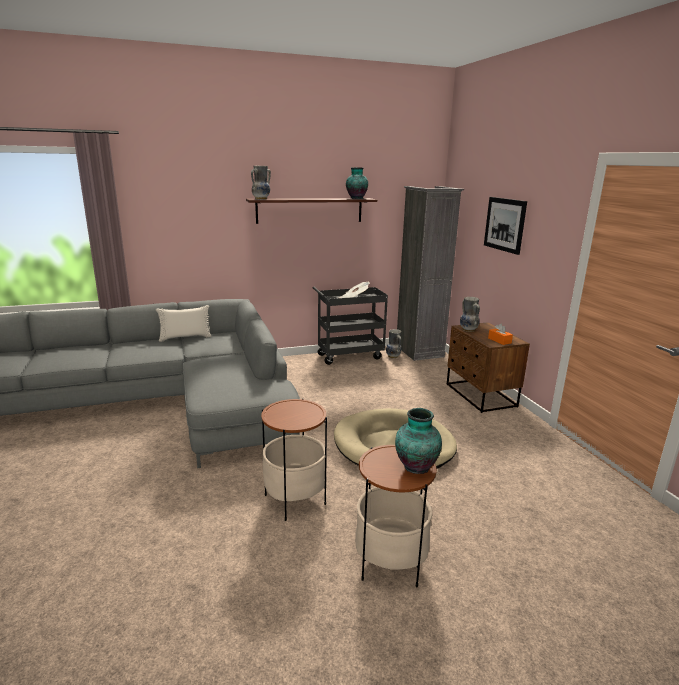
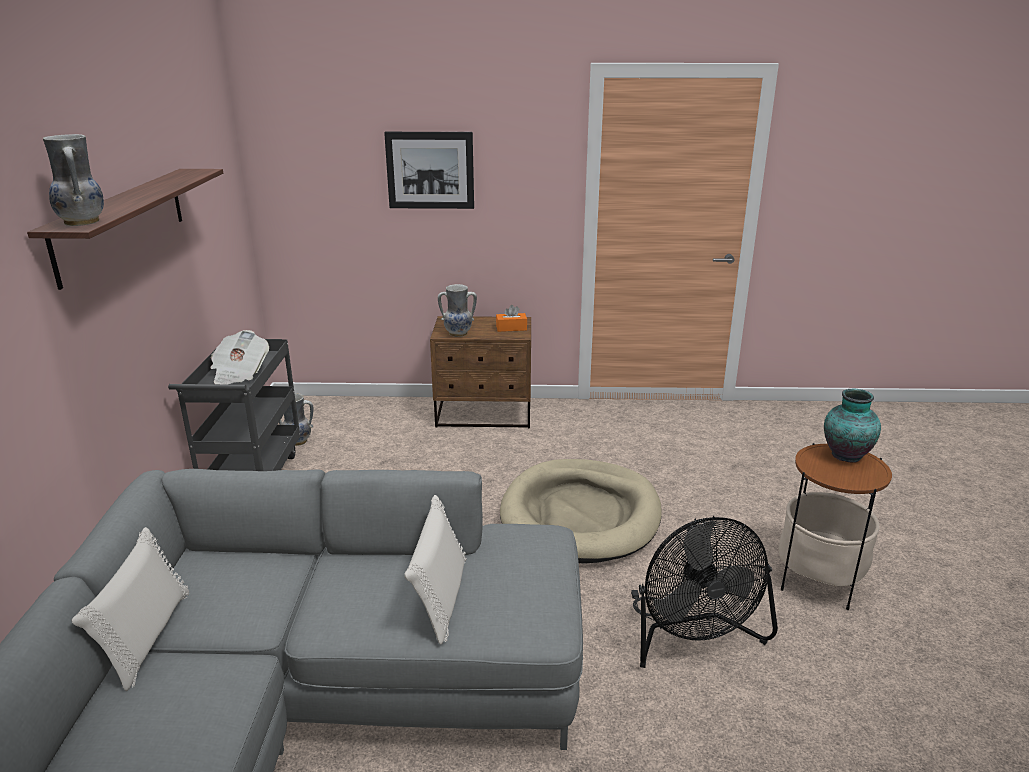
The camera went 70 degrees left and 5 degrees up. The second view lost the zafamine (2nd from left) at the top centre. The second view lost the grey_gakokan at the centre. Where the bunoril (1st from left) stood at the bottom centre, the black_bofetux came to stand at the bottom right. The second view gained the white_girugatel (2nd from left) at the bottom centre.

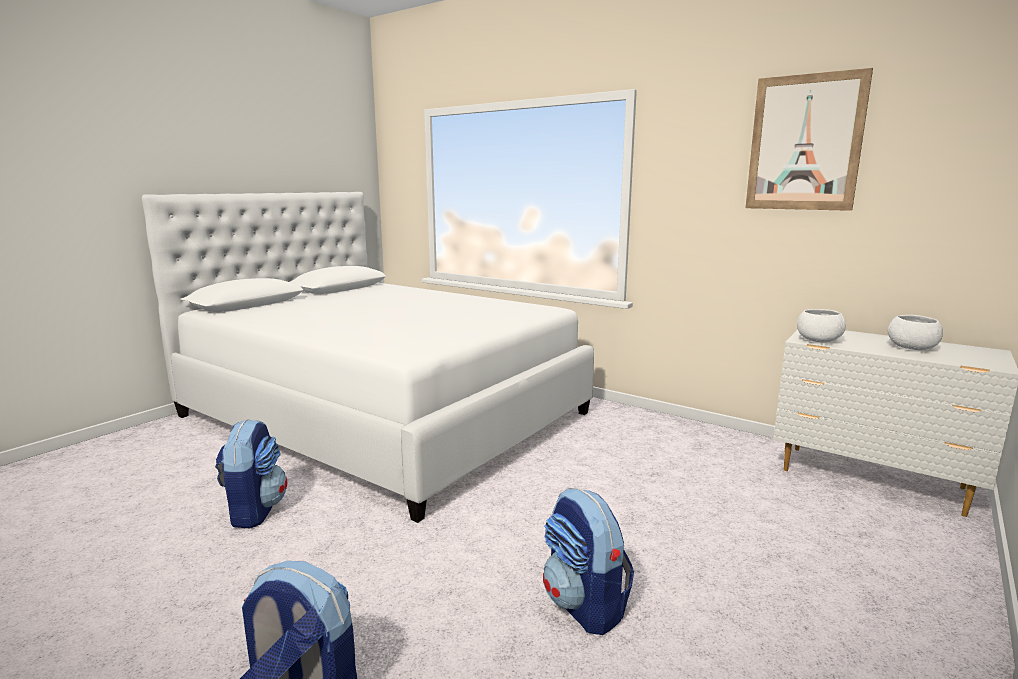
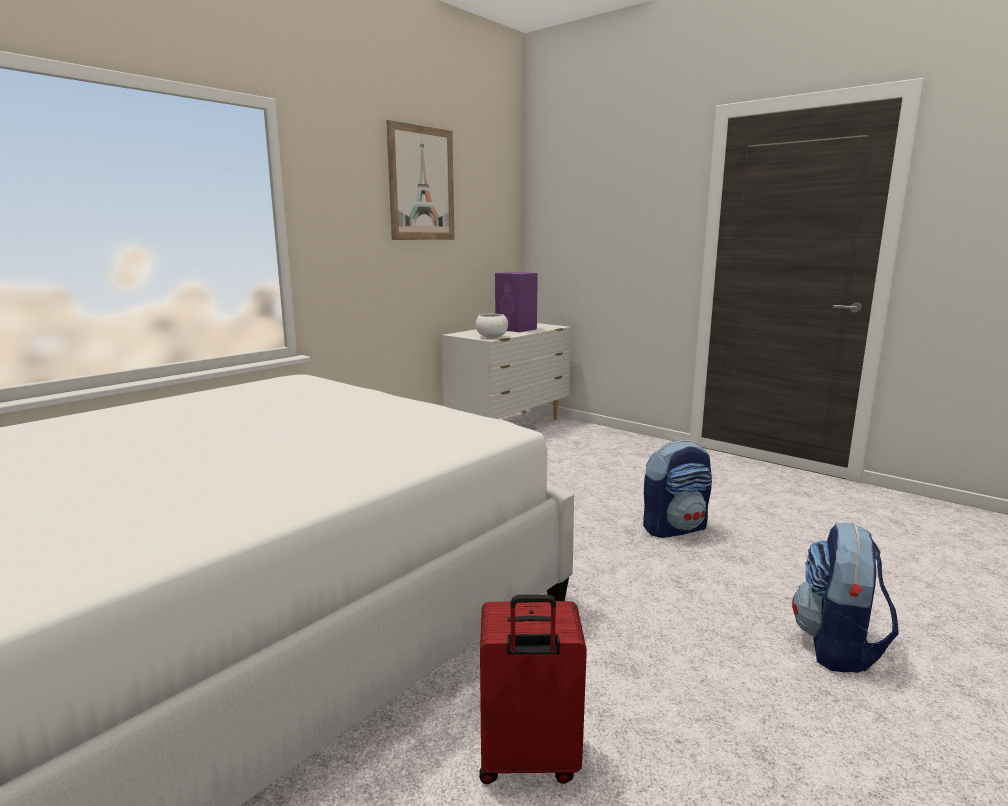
The camera went 85 degrees left and 0 degrees up. Where the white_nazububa (2nd from left) stood at the middle right, the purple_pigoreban came to stand at the centre. Where the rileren (1st from left) stood at the bottom left, the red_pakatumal came to stand at the bottom centre.

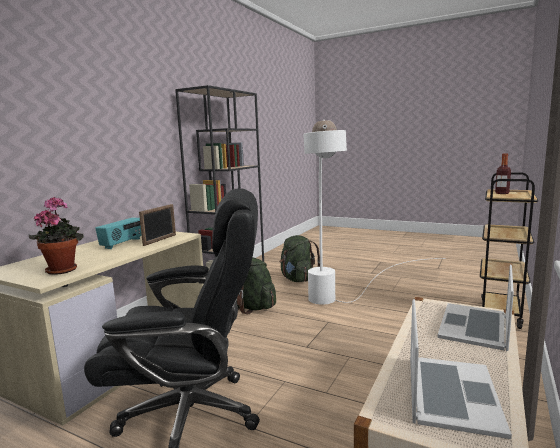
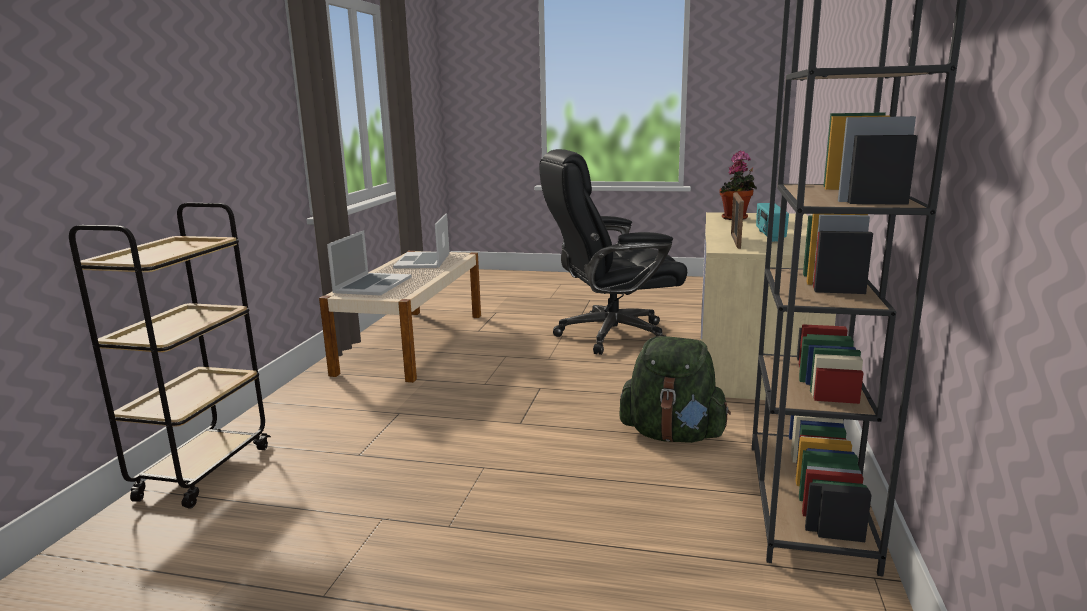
The camera went 165 degrees right and 5 degrees up. The second view lost the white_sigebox at the middle right. The second view lost the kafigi at the middle right. The second view lost the green_rileren (2nd from left) at the centre.

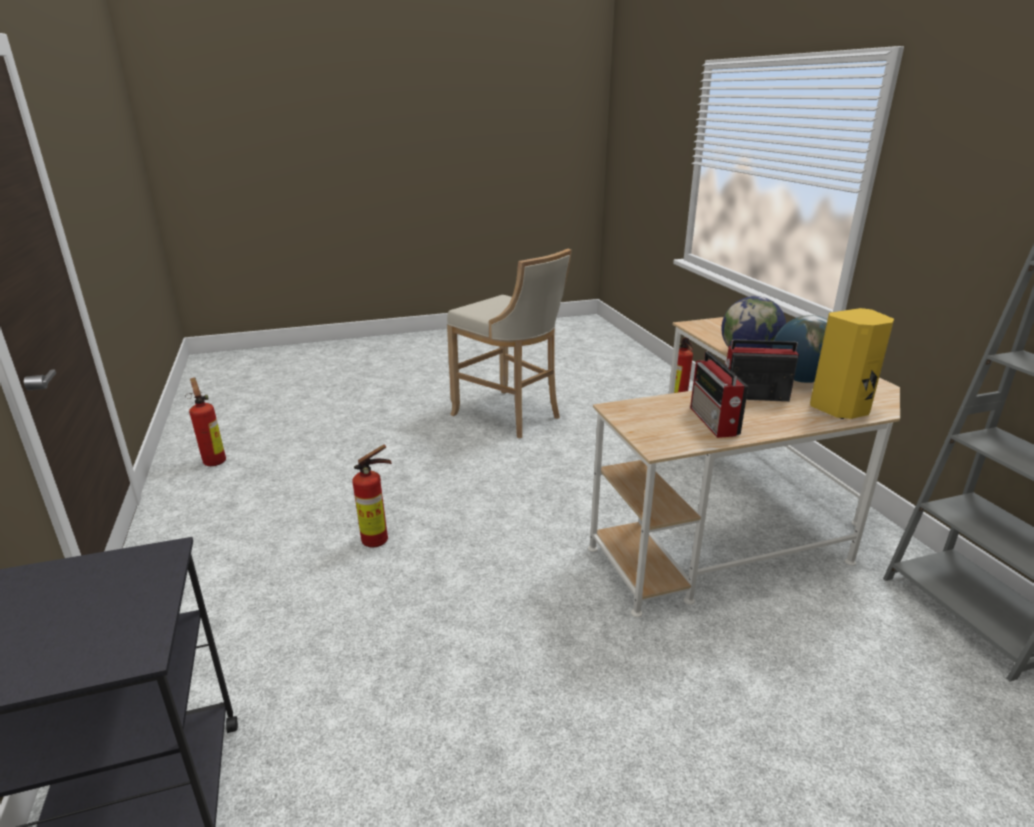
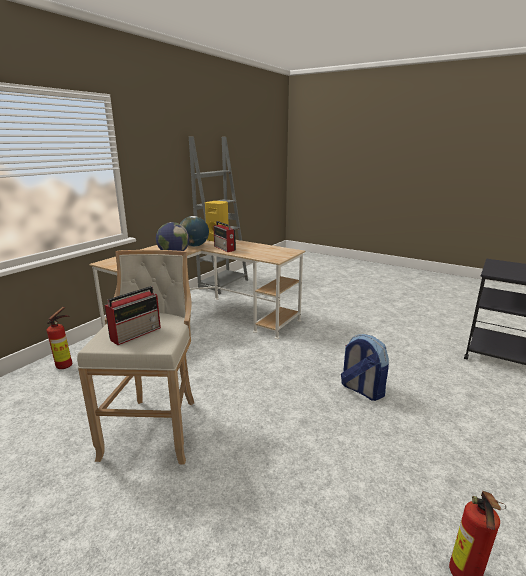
The camera went 130 degrees left and 5 degrees down. The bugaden (1st from left) ended up elsewhere, having gone from the middle right to the middle left. Where the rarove (2nd from left) stood at the centre, the rileren came to stand at the middle right.

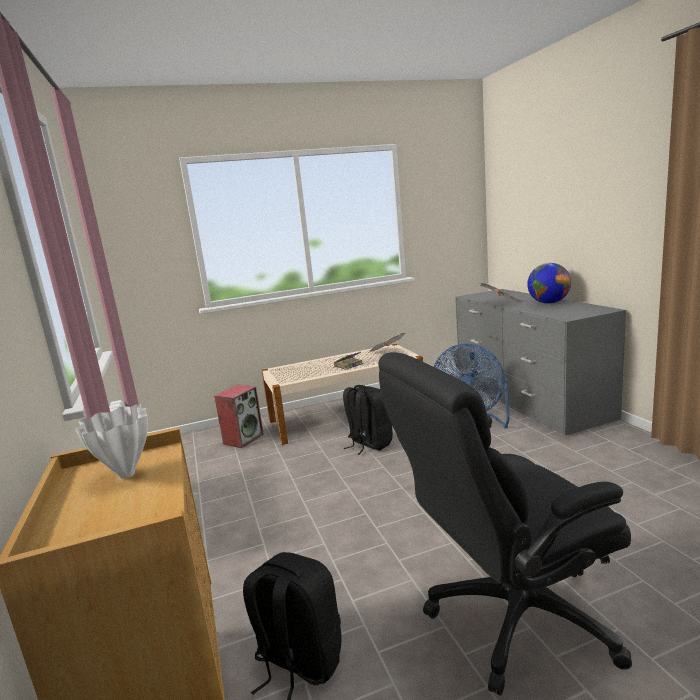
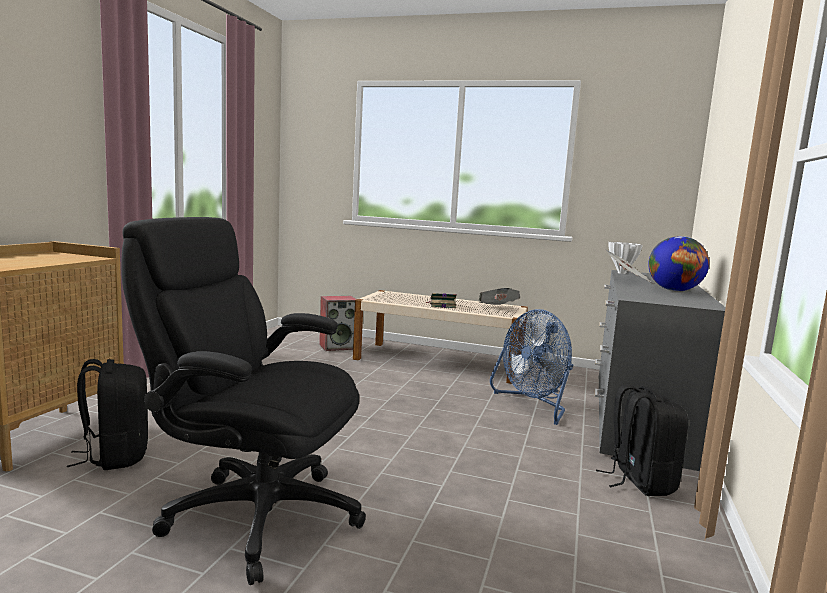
The camera went 35 degrees right and 5 degrees down. The black_rileren (2nd from left) ended up elsewhere, having gone from the centre to the bottom right. The white_zafamine ended up elsewhere, having gone from the middle left to the middle right.

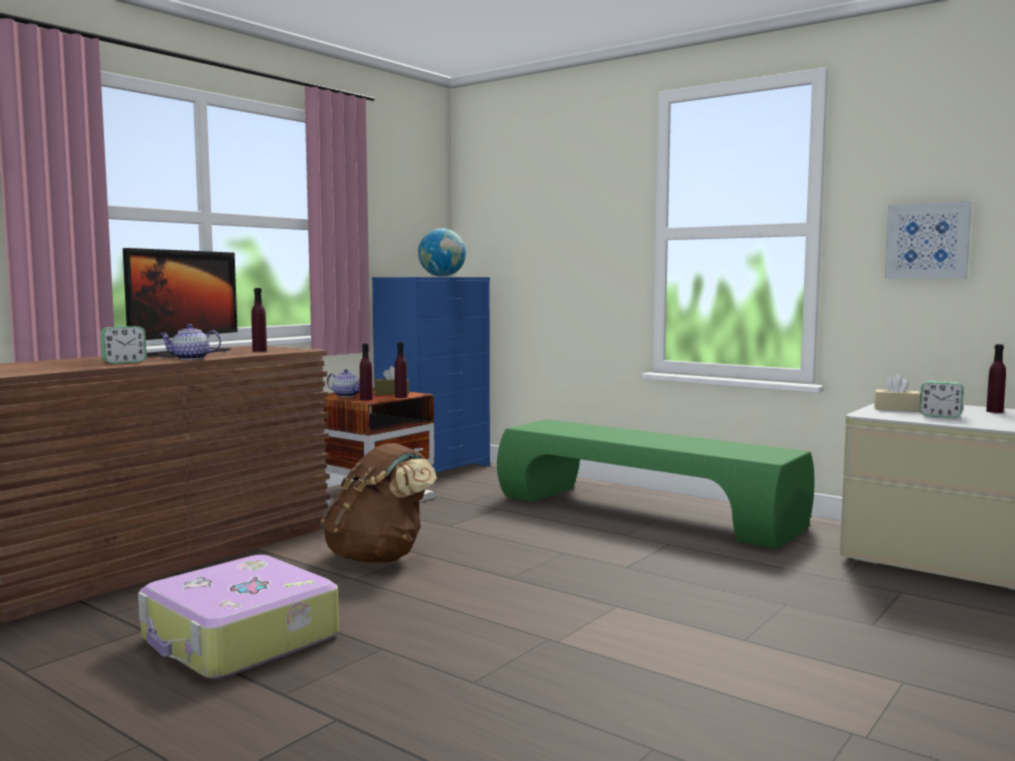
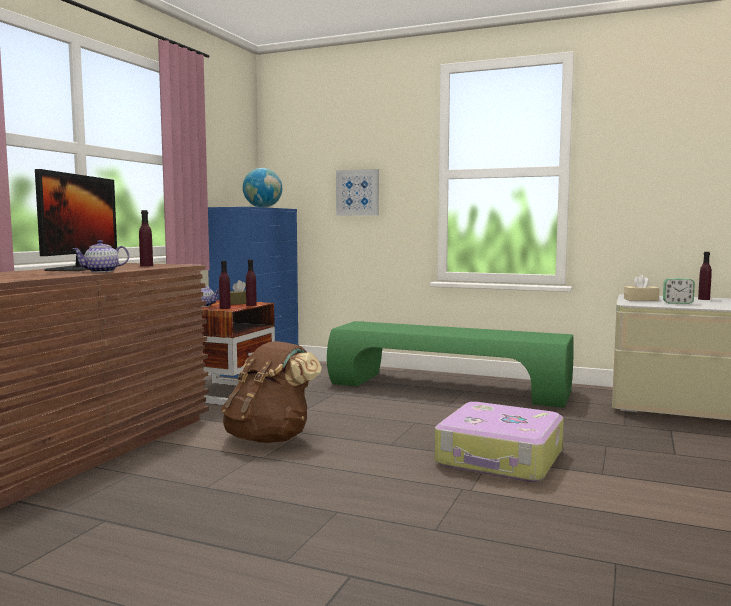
The camera went 15 degrees left and 0 degrees up. The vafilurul ended up elsewhere, having gone from the top right to the top centre. The second view lost the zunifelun (1st from left) at the middle left. The pakatumal ended up elsewhere, having gone from the bottom left to the bottom right.

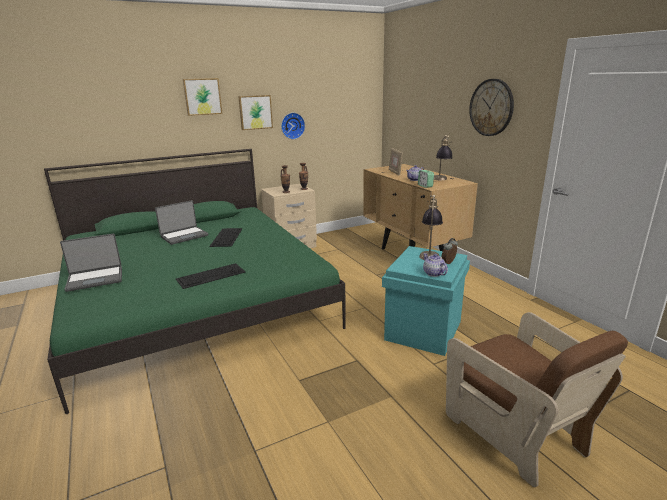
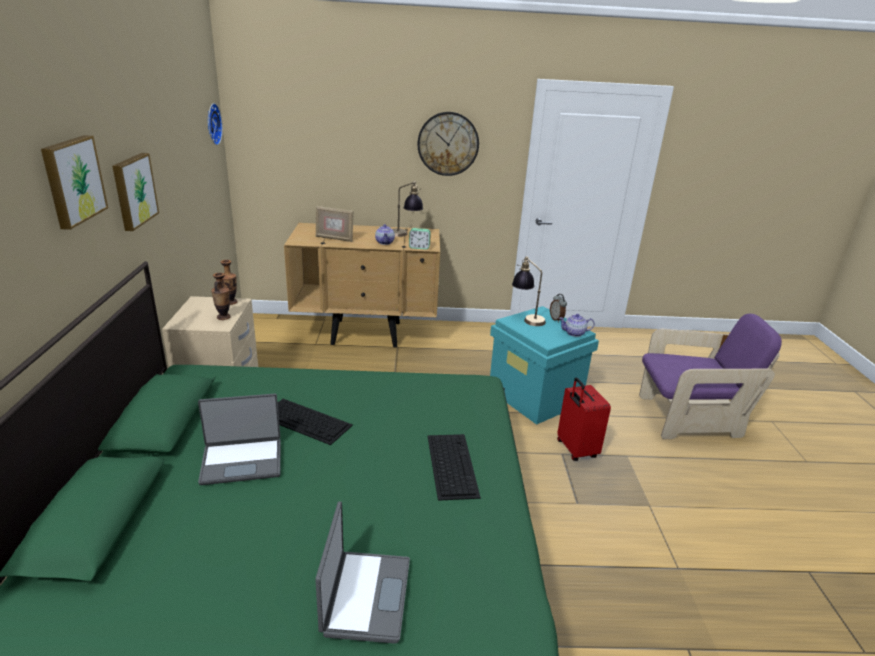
The camera went 65 degrees left and 5 degrees up. The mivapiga (1st from left) ended up elsewhere, having gone from the top centre to the top left. The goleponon (2nd from left in the first image) at the middle left ended up facing another way, 90 degrees clockwise from before. What was the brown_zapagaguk at the bottom right turned into the purple_zapagaguk at the middle right. The second view gained the red_pakatumal at the middle right.

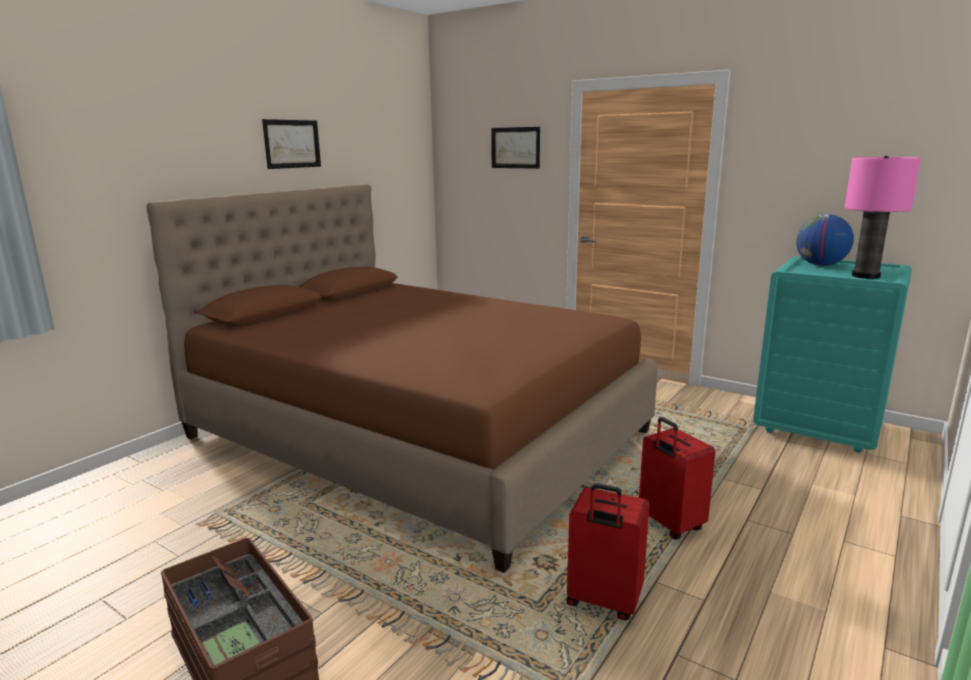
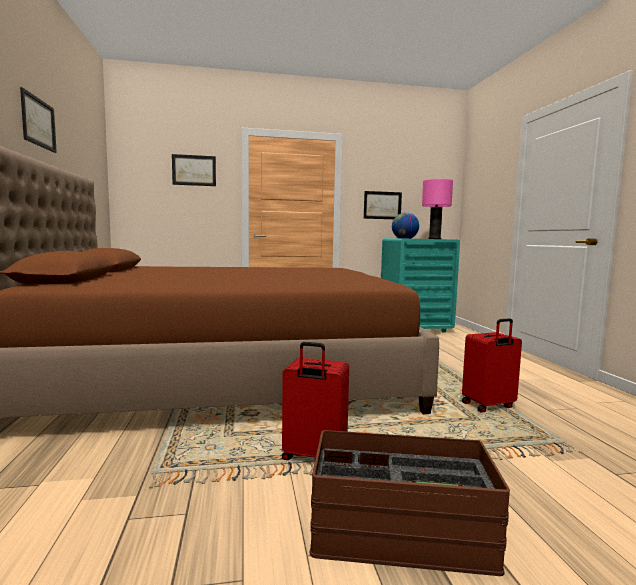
The camera went 45 degrees left and 10 degrees down. The red_pakatumal (2nd from left in the first image) ended up elsewhere, having gone from the bottom right to the bottom centre. The second view gained the vafilurul (3rd from left) at the centre.

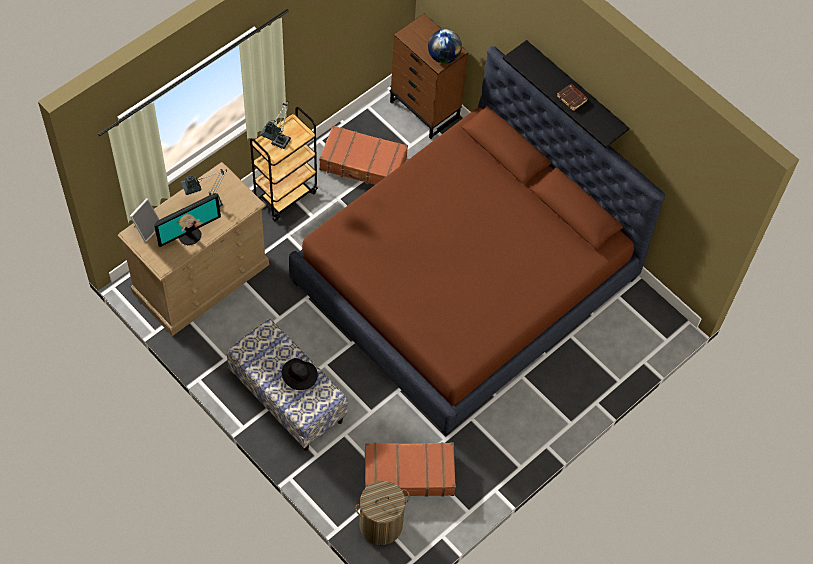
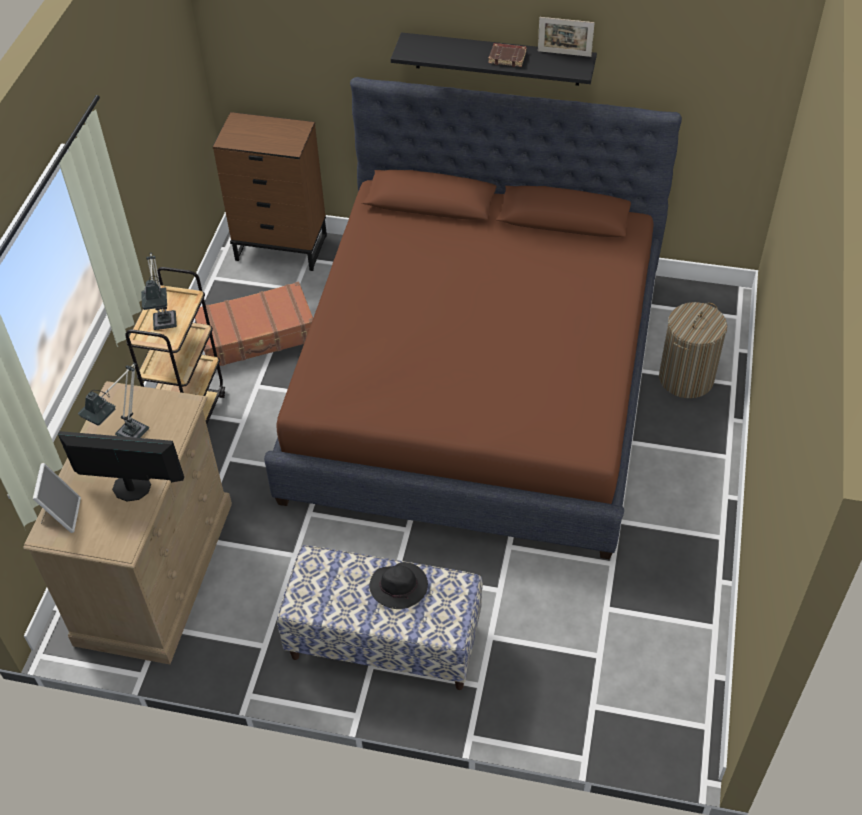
The camera went 30 degrees left and 10 degrees down. The second view lost the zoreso at the top centre. The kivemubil at the middle left ended up facing another way, 105 degrees counterclockwise from before. The second view lost the brown_pakatumal (2nd from left) at the bottom centre. The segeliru ended up elsewhere, having gone from the bottom centre to the middle right. The second view gained the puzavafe (2nd from left) at the top centre.

